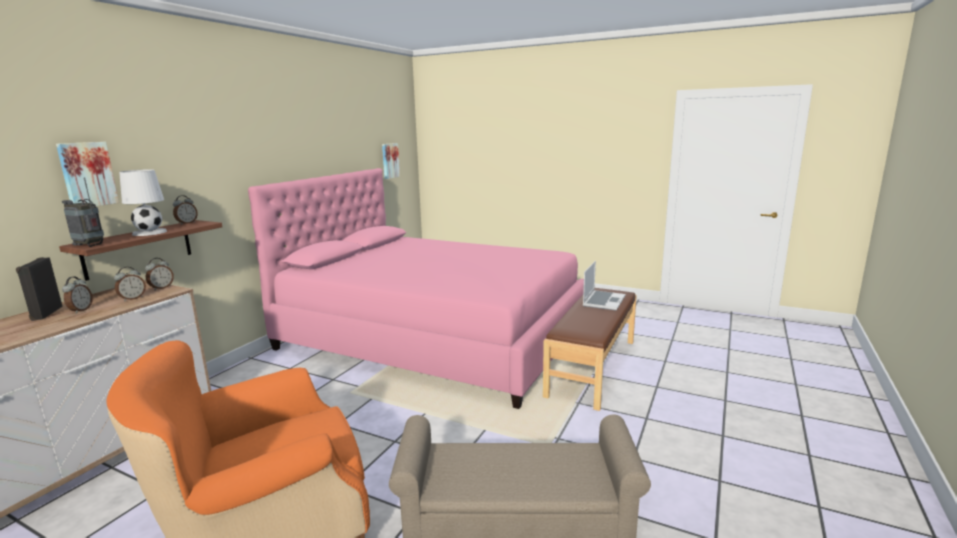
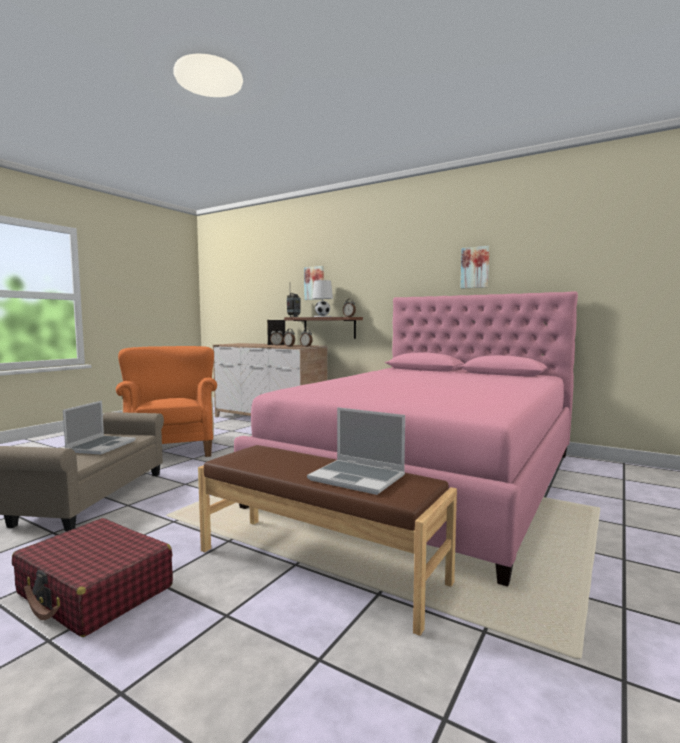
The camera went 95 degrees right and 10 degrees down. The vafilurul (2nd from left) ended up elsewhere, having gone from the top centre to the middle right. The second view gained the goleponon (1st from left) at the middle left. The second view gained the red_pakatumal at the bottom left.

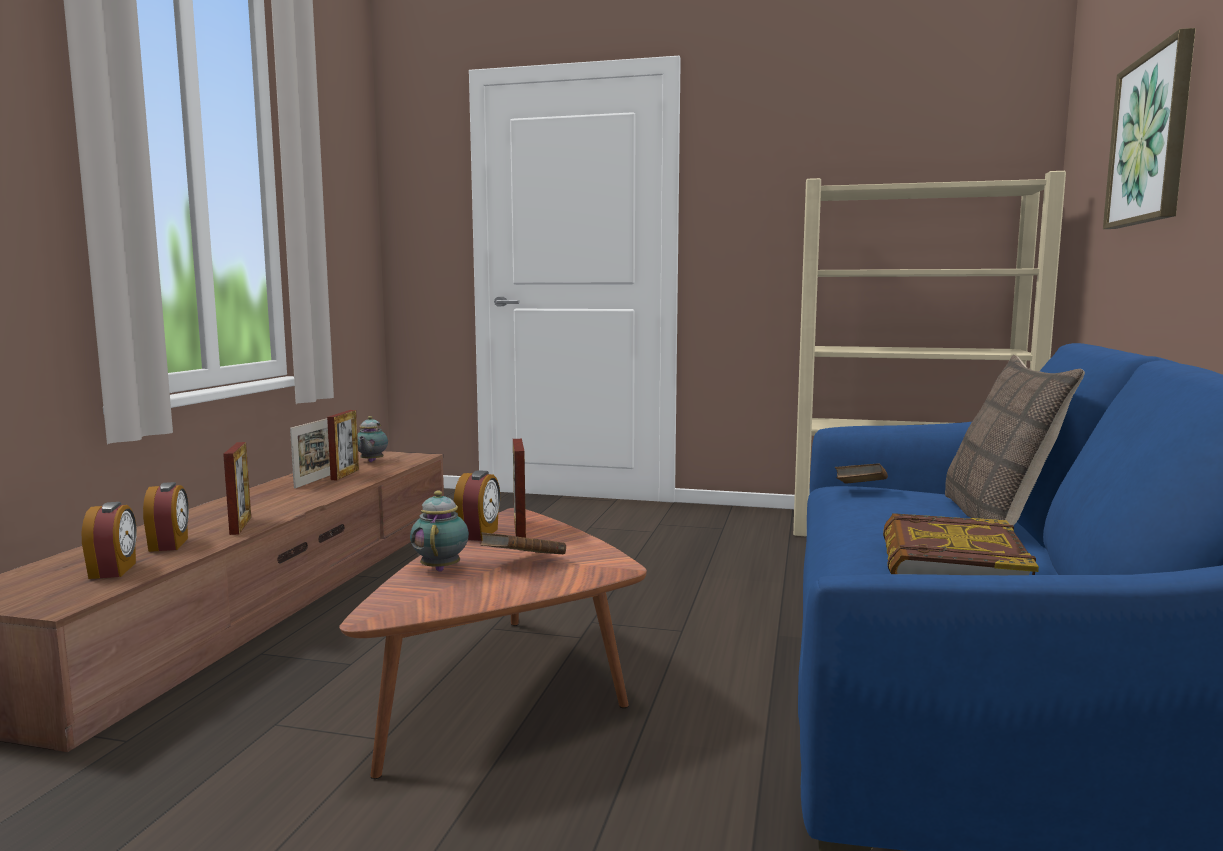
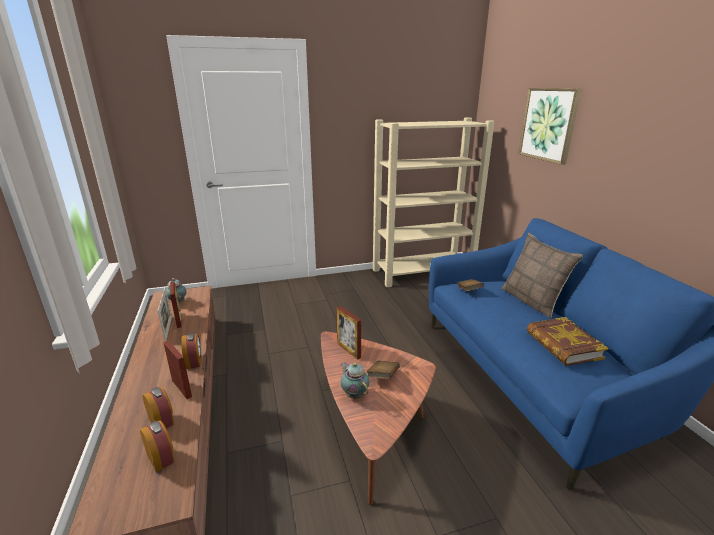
The camera went 30 degrees left and 15 degrees up. The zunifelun (3rd from left) ended up elsewhere, having gone from the centre to the middle left.

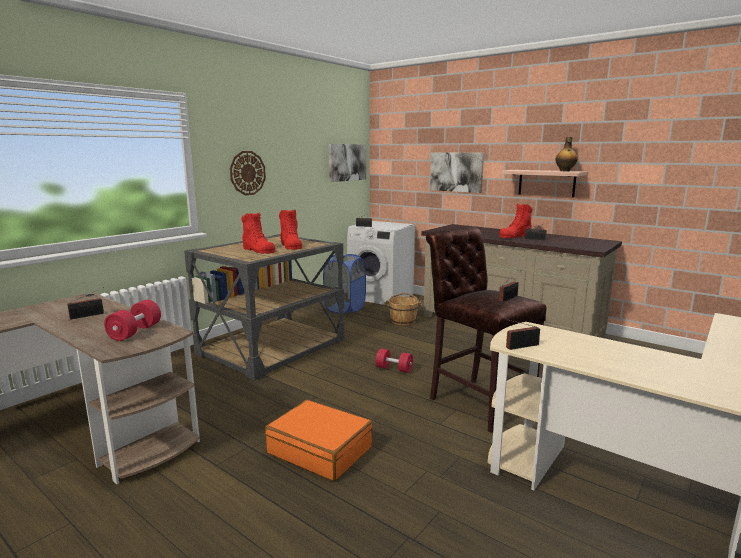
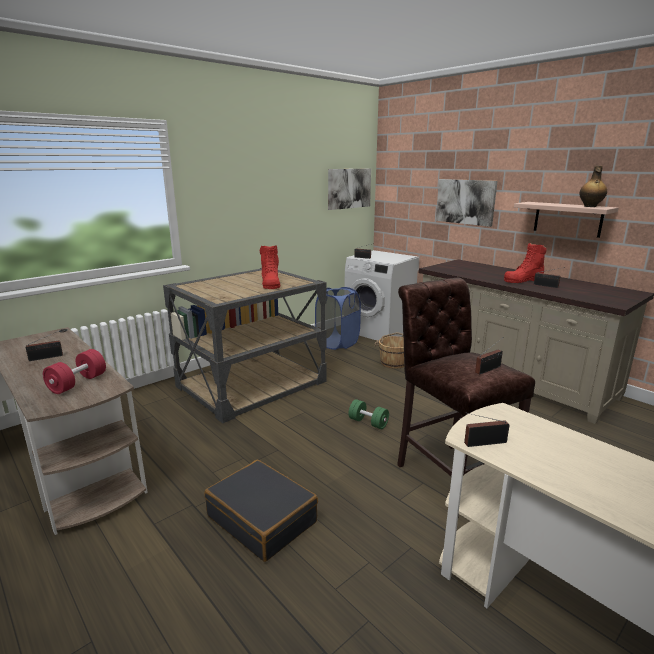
The camera went 10 degrees right and 5 degrees up. The second view lost the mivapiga at the top centre. The second view lost the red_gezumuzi (1st from left) at the centre. What was the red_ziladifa (2nd from left) at the centre turned into the green_ziladifa at the centre. What was the orange_pakatumal at the bottom centre turned into the black_pakatumal at the bottom centre.

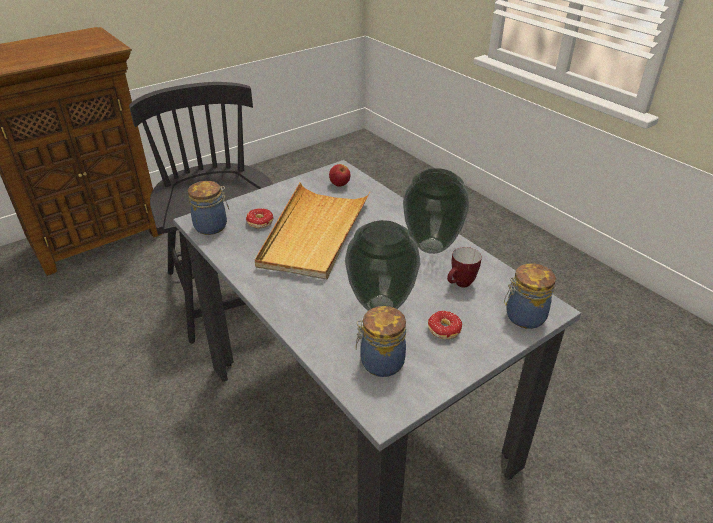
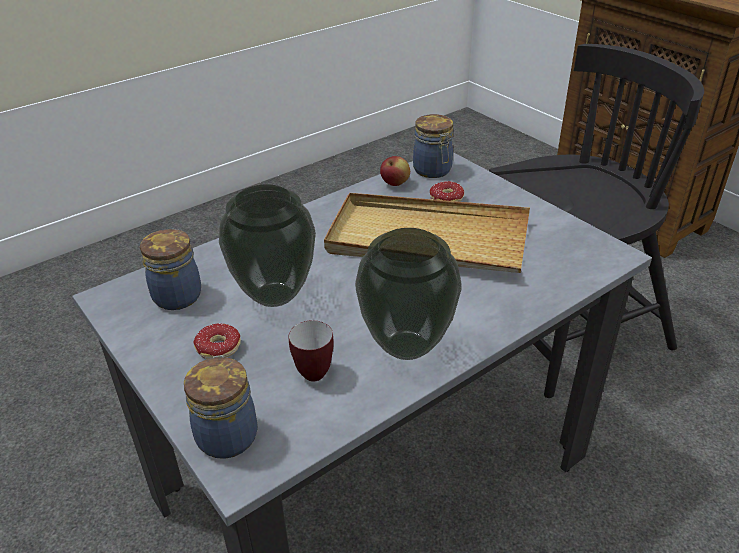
The camera went 90 degrees right and 0 degrees up. The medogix ended up elsewhere, having gone from the centre to the top centre.

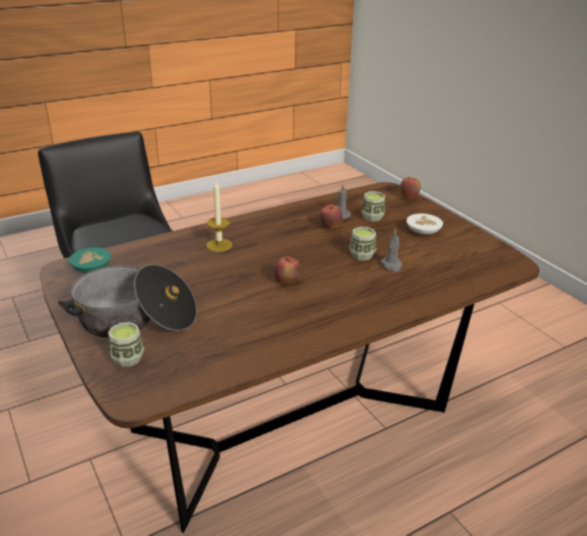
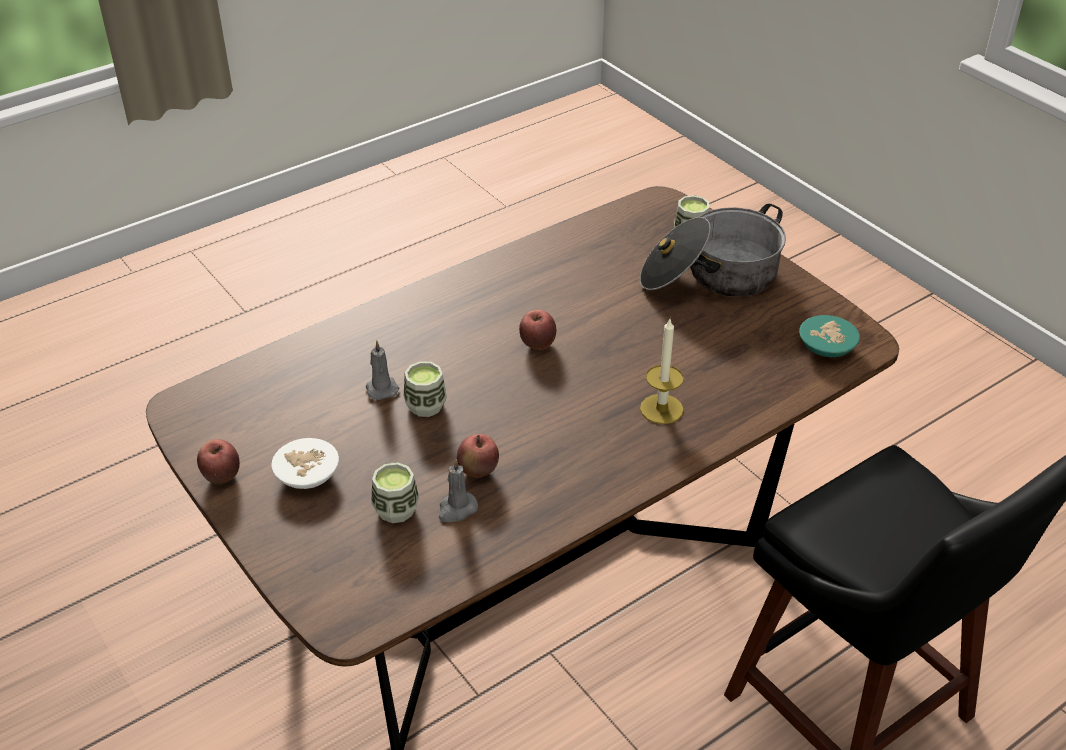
The camera went 175 degrees right and 10 degrees up. The medogix (3rd from left in the first image) ended up elsewhere, having gone from the middle right to the middle left.

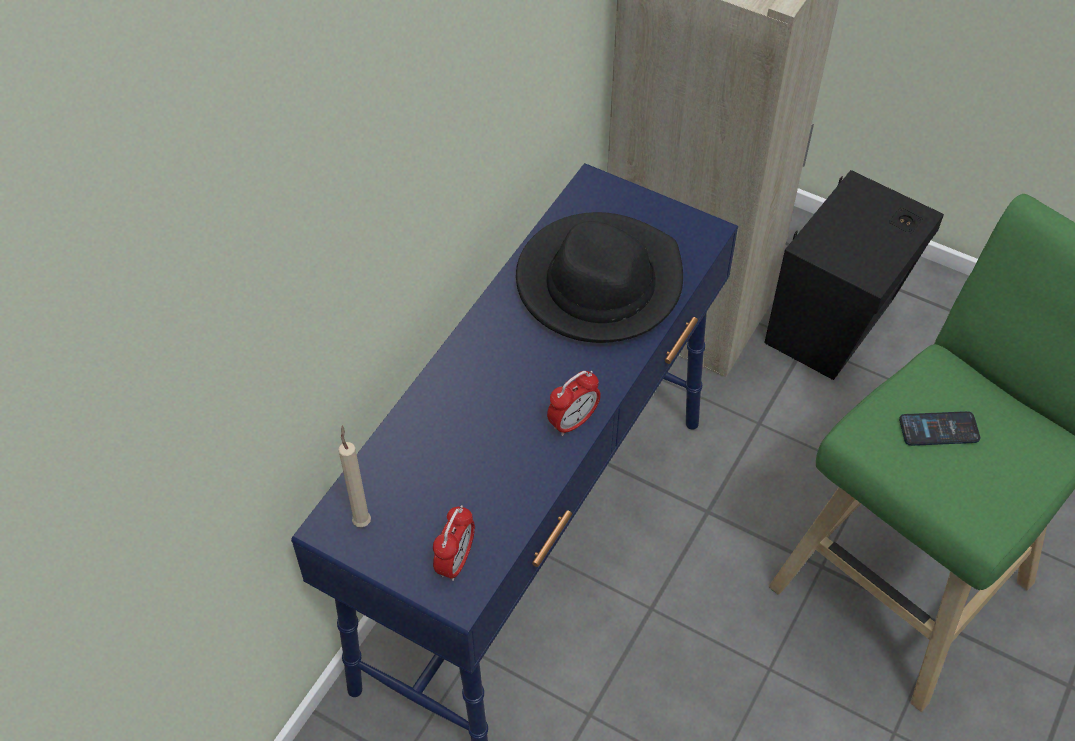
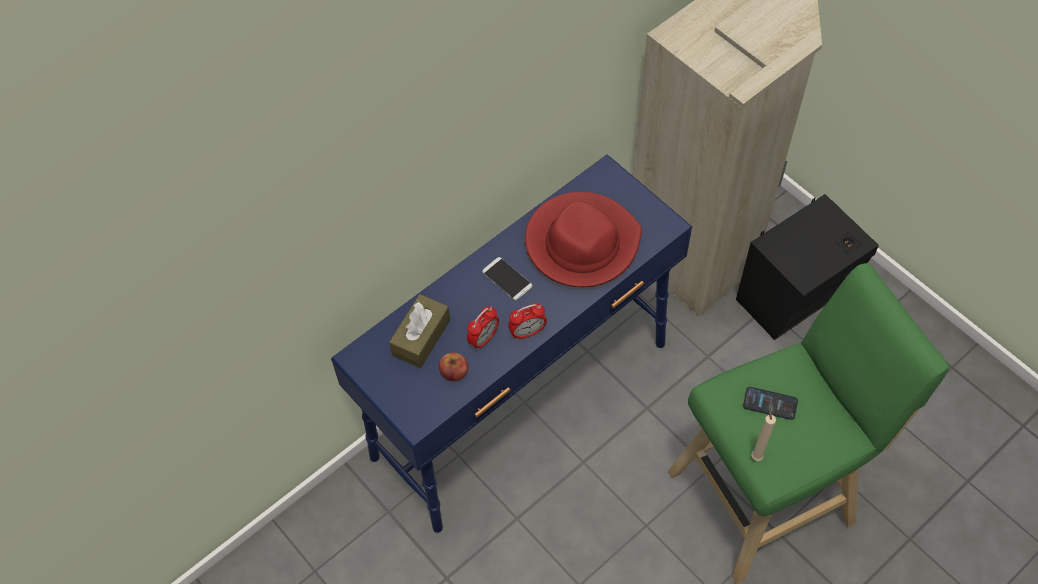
The camera went 20 degrees right and 5 degrees up. What was the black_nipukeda at the centre turned into the red_nipukeda at the centre. The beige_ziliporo ended up elsewhere, having gone from the middle left to the bottom right. The zunifelun (1st from left) ended up elsewhere, having gone from the bottom centre to the centre. The second view gained the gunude (1st from left) at the centre. The second view gained the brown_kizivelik at the centre. The second view gained the medogix at the centre.

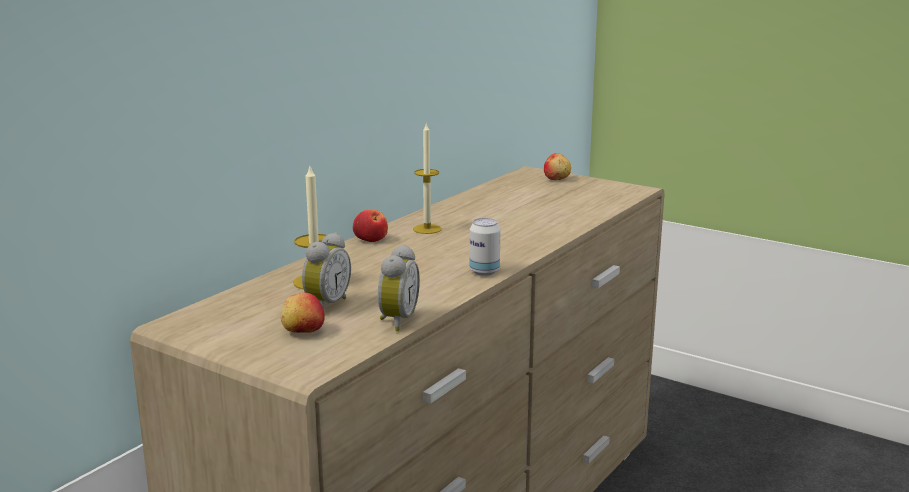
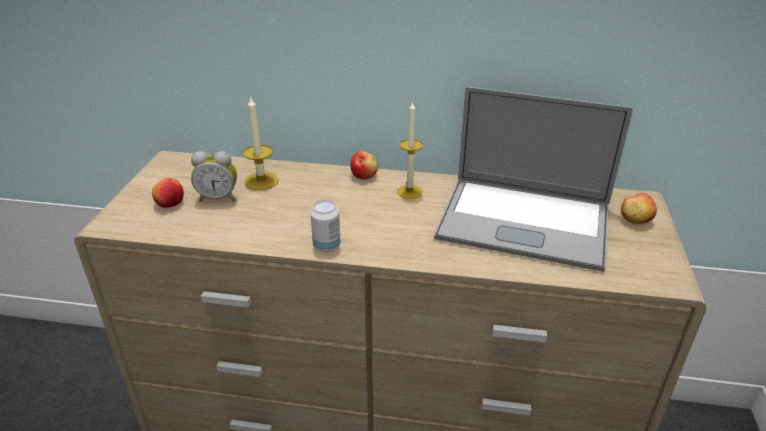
The camera went 65 degrees right and 15 degrees up. The second view lost the zunifelun (2nd from left) at the centre. The second view gained the goleponon at the middle right.

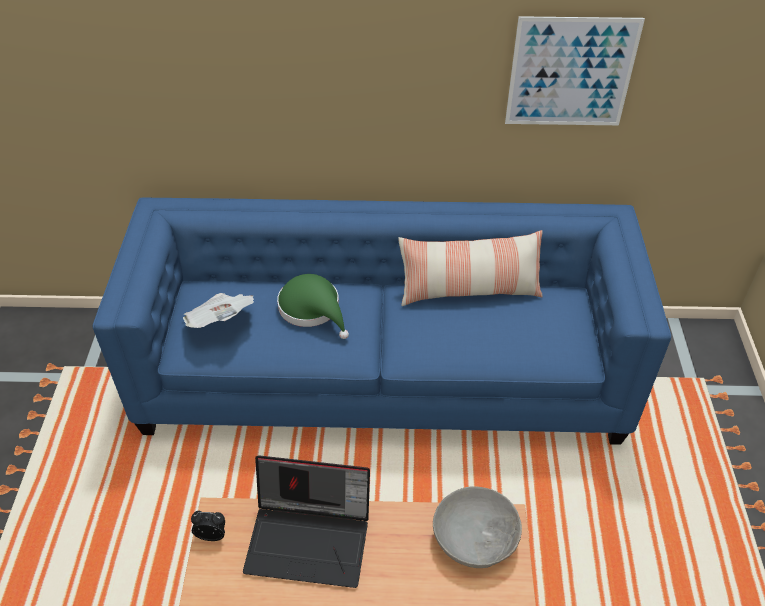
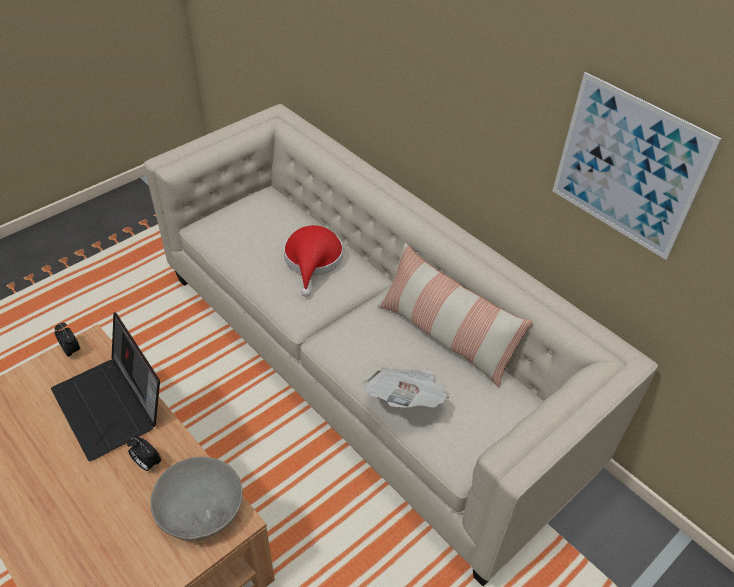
The camera went 45 degrees right and 0 degrees up. What was the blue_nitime at the centre turned into the beige_nitime at the centre. What was the green_nipukeda at the centre turned into the red_nipukeda at the centre. The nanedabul ended up elsewhere, having gone from the middle left to the centre. The second view gained the zunifelun (2nd from left) at the bottom left.

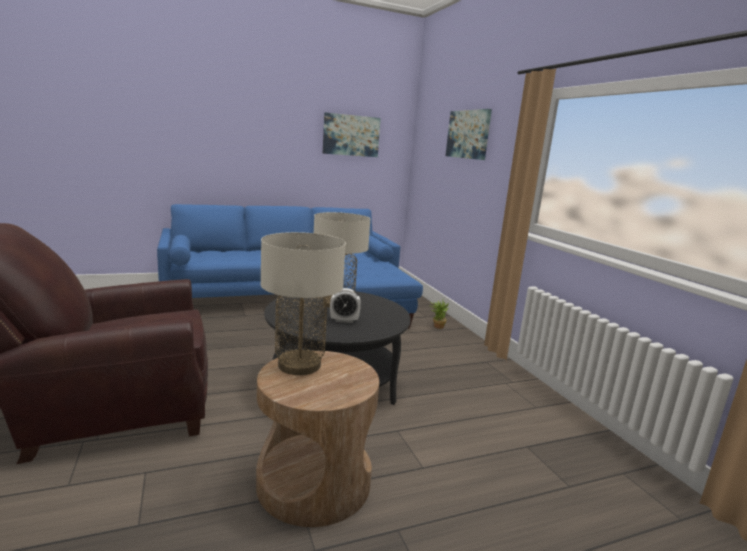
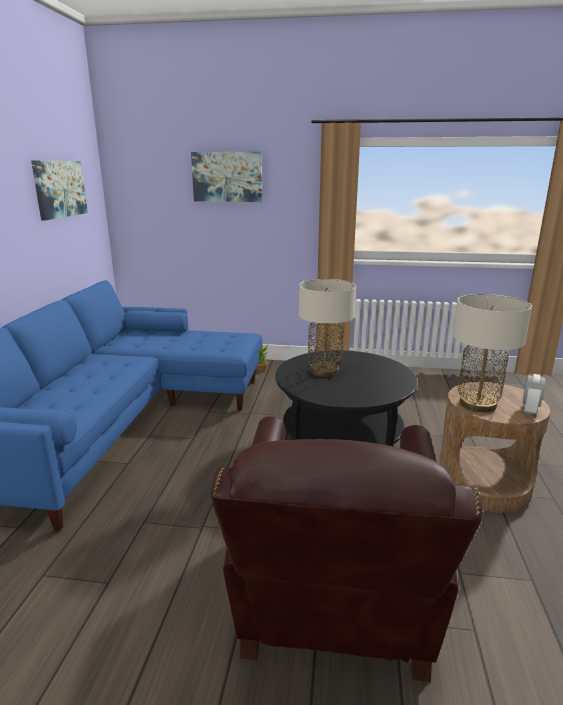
The camera went 60 degrees left and 5 degrees up. The zunifelun ended up elsewhere, having gone from the centre to the middle right.

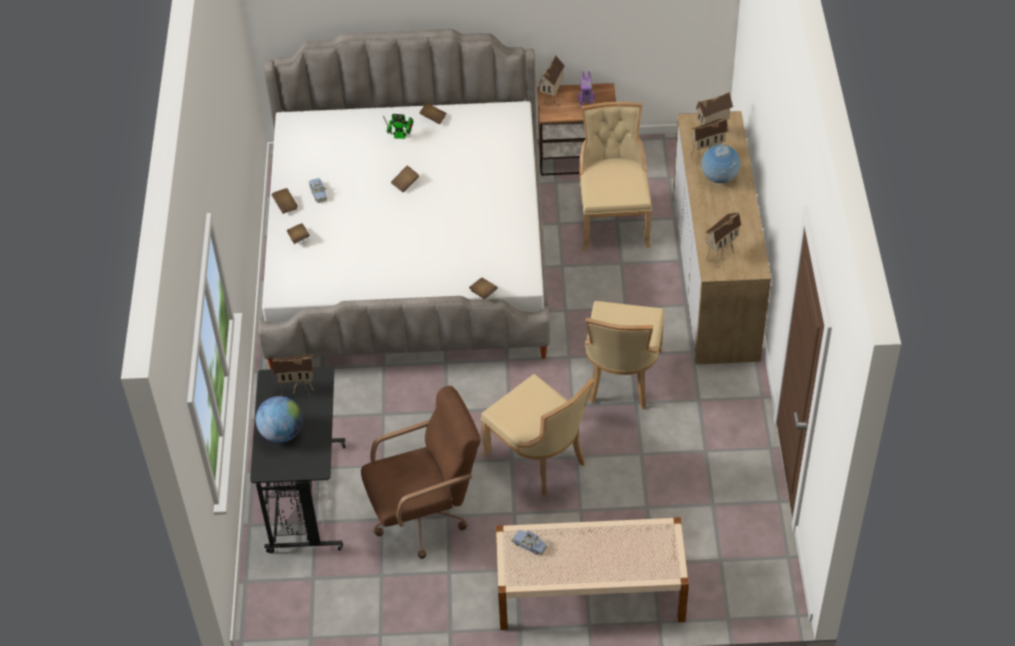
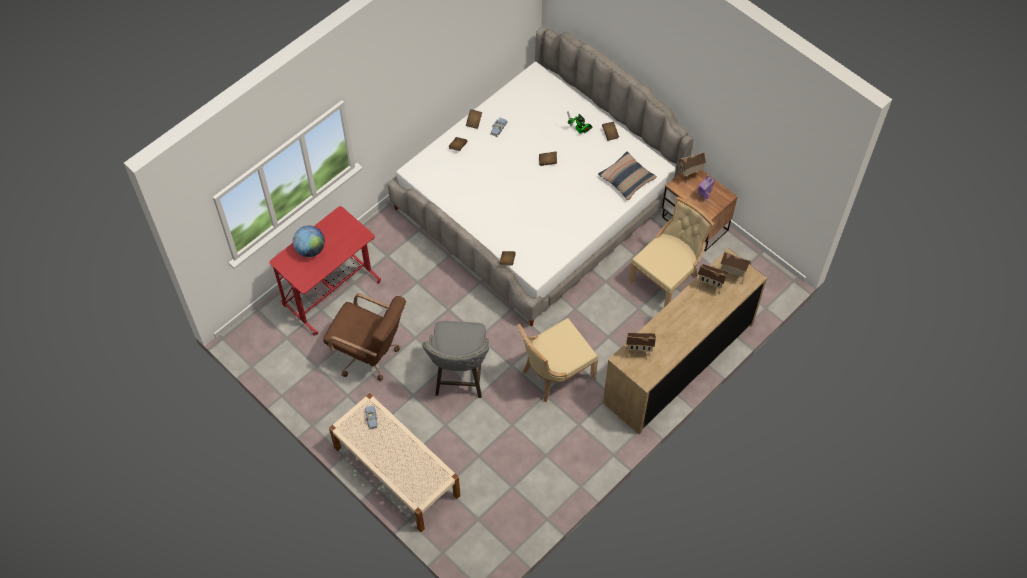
The camera went 45 degrees right and 10 degrees up. The second view lost the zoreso (2nd from left) at the top right. The second view lost the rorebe (1st from left) at the middle left. What was the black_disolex at the bottom left turned into the red_disolex at the middle left. Where the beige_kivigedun (1st from left) stood at the bottom centre, the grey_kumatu came to stand at the centre. The second view gained the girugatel at the top centre.

